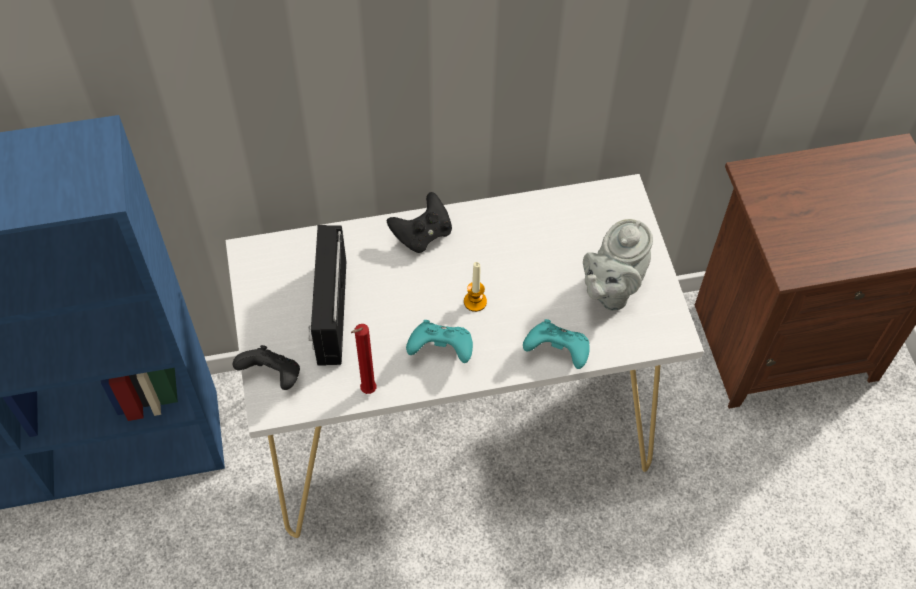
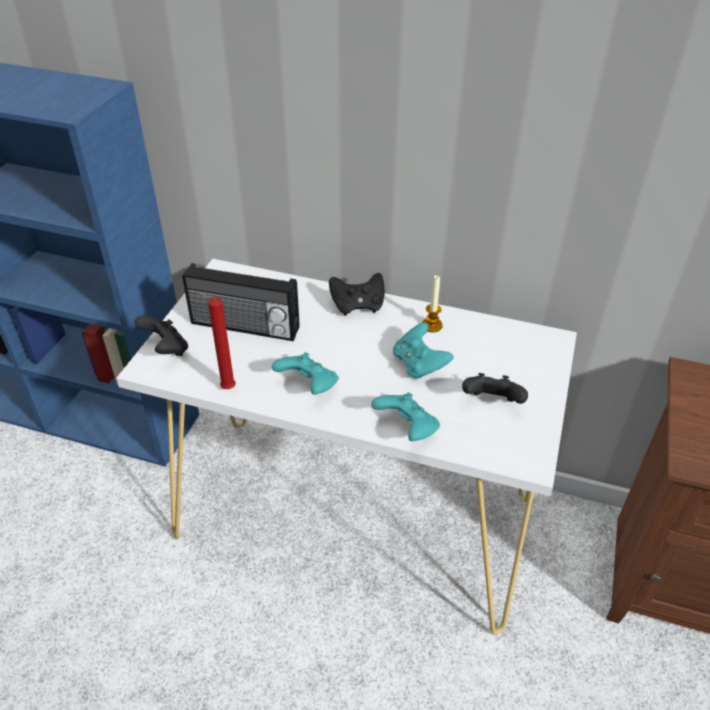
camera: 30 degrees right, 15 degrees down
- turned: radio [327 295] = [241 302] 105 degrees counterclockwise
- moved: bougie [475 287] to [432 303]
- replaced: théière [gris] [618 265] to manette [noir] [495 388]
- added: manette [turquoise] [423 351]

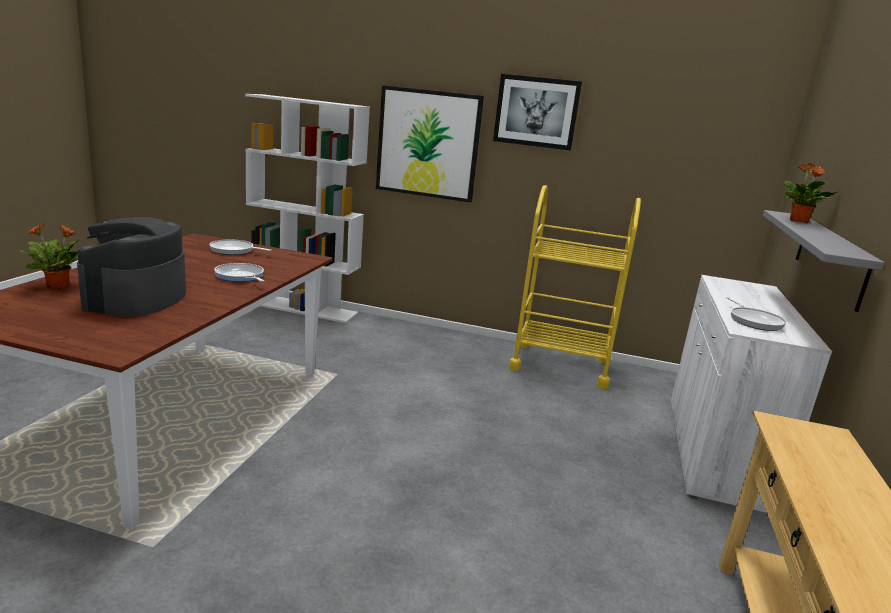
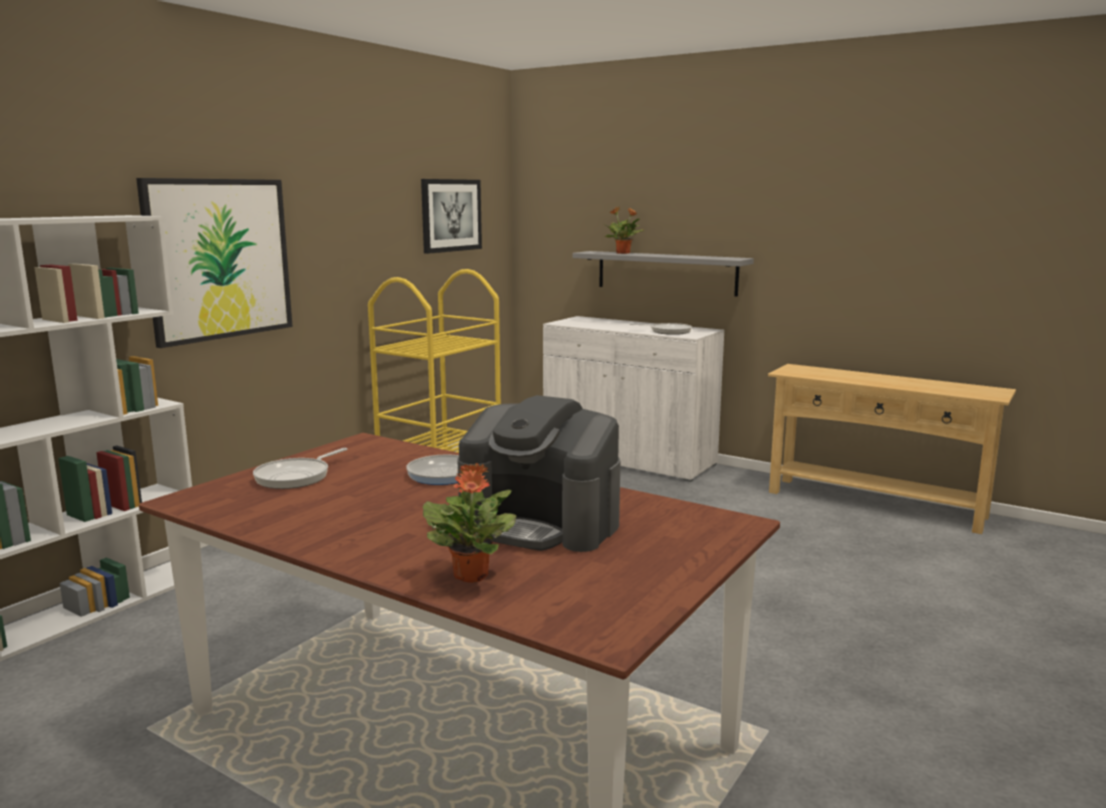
camera: 70 degrees left, 5 degrees down
- moved: tableau [537 112] to [451 216]

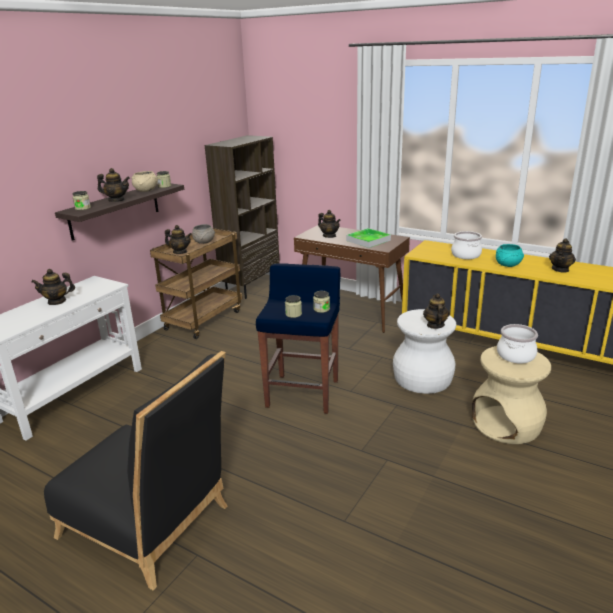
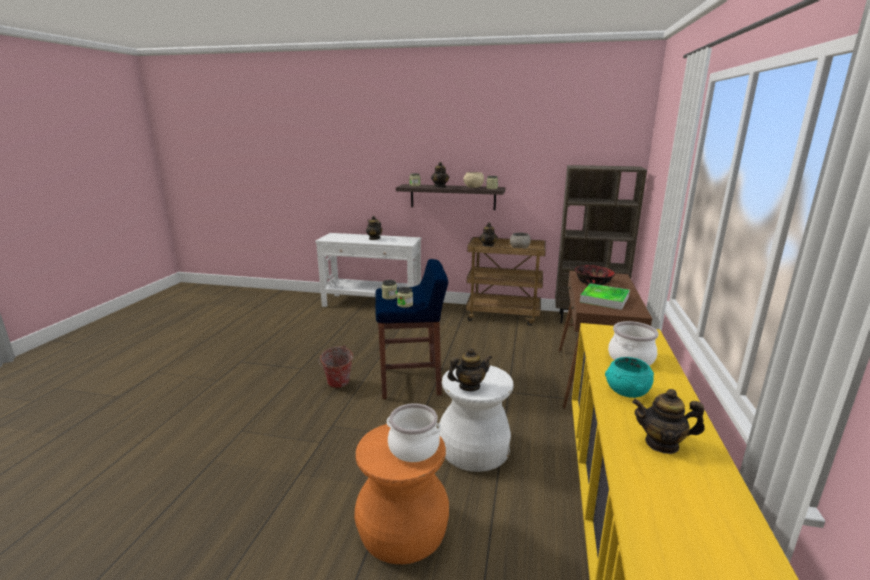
camera: 70 degrees right, 5 degrees down
- removed: chaise [noir] [135 470]
- replaced: théière [329 224] to bol [595 275]
- recoloured: tabouret [beige] [511 395] to tabouret [orange] [401 494]
- added: seau [336 366]

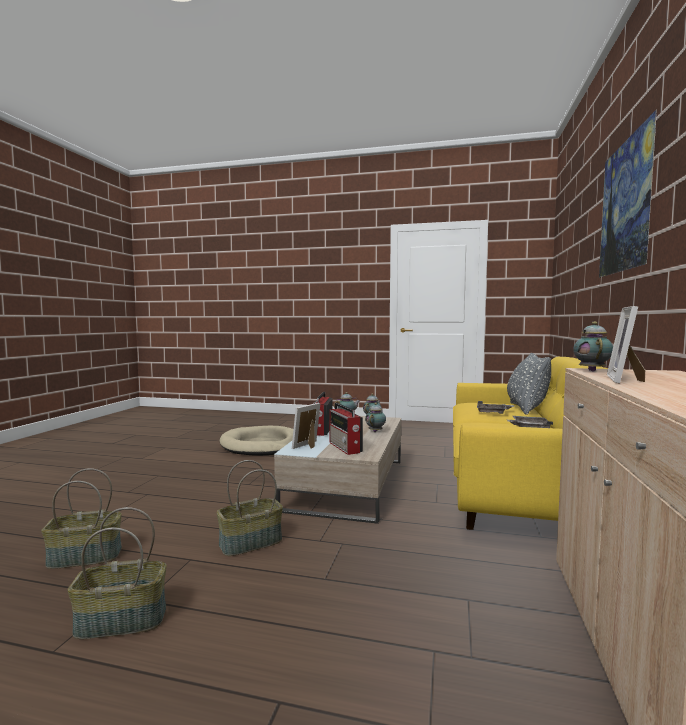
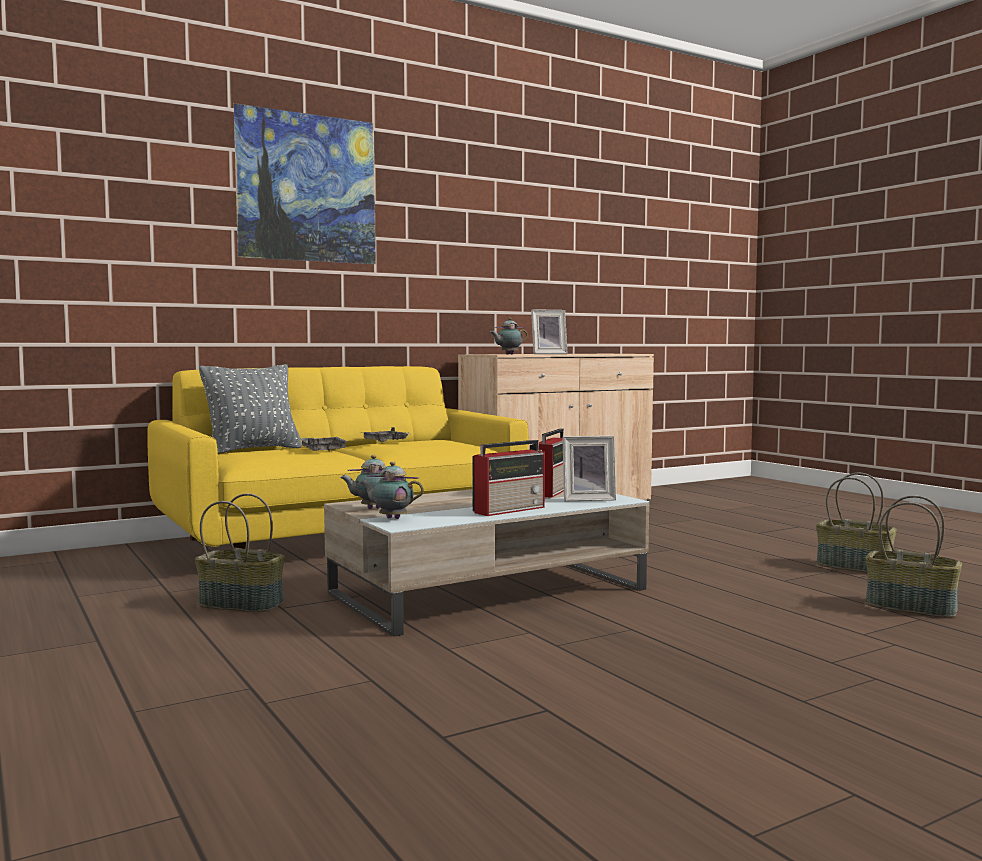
camera: 135 degrees left, 0 degrees up
- moved: panier [249 508] to [240 552]
- removed: panier pour chien [beige] [257 441]
- removed: théière [375 417]

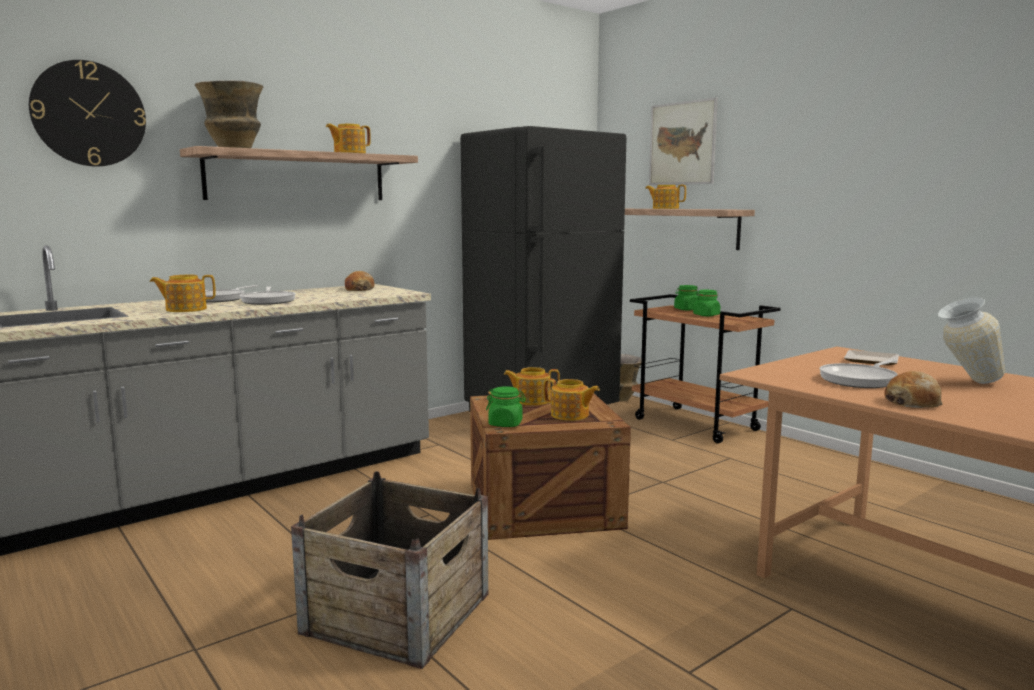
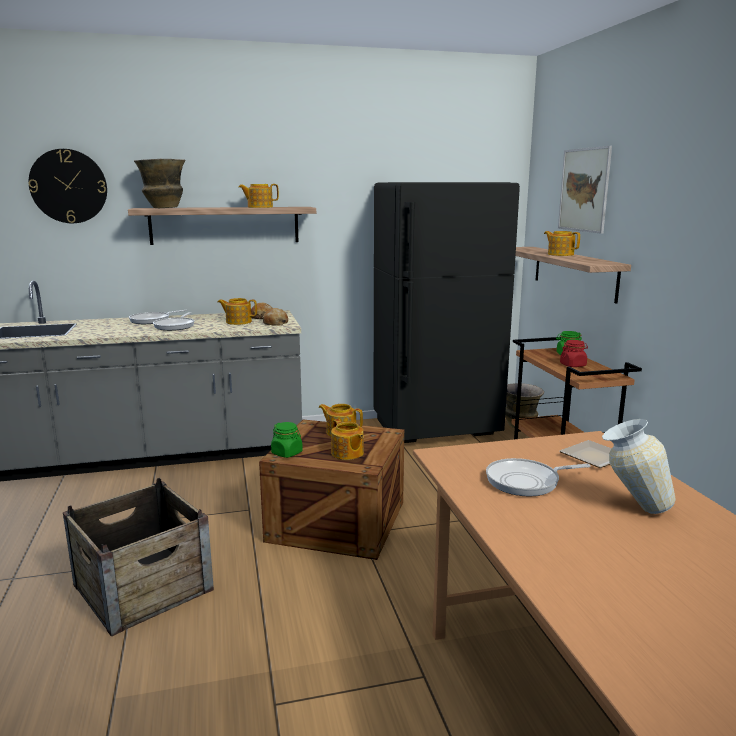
camera: 25 degrees right, 5 degrees up
- moved: théière [183 293] to [237 311]
- recoloured: bocal [vert] [706 303] to bocal [rouge] [574 353]
- moved: pain [914 389] to [275 317]

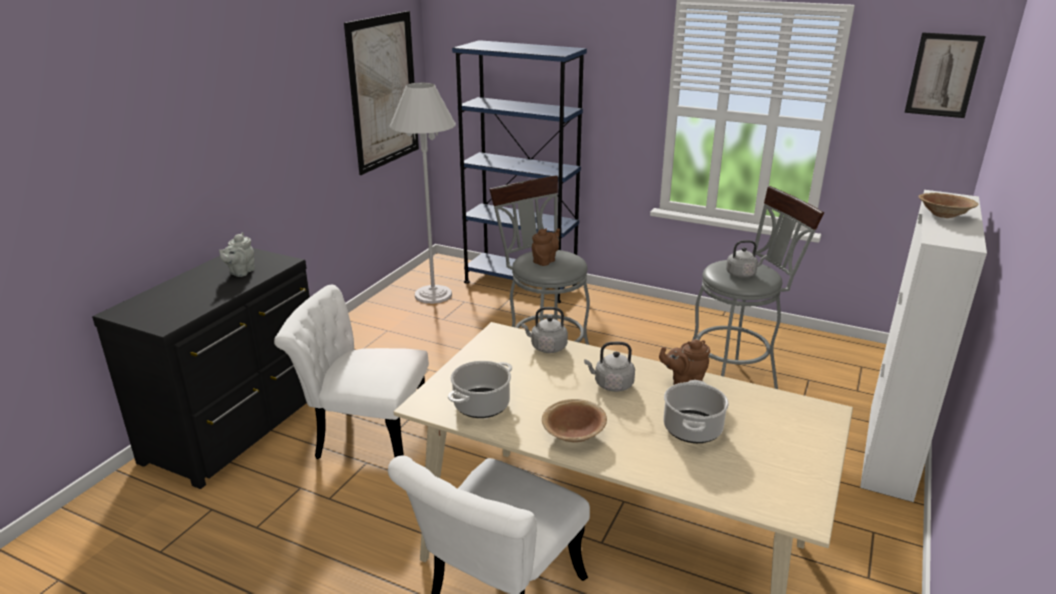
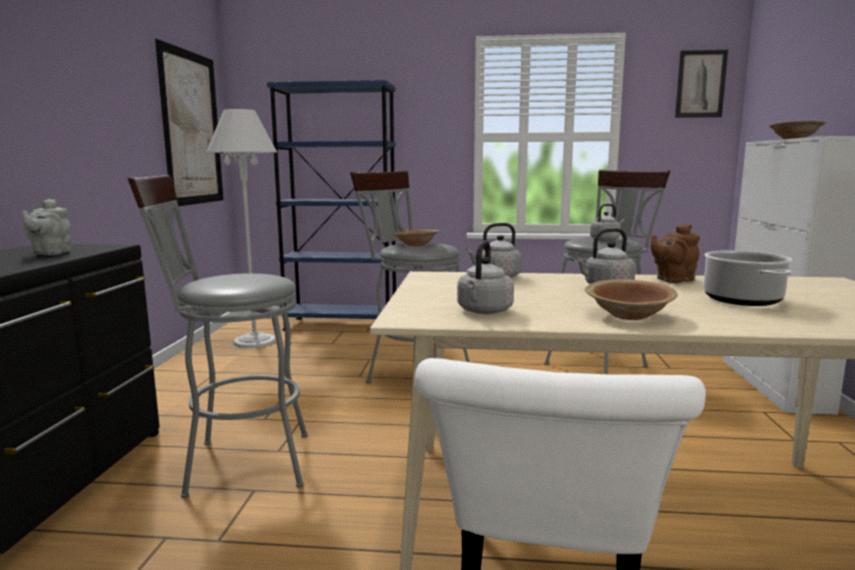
camera: 20 degrees left, 15 degrees down
- replaced: chaise [blanc] [351 372] to tabouret [gris] [218 336]
- replaced: marmite [480 389] to bouilloire [gris] [485 277]
- replaced: théière [marron] [546 247] to bol [marron] [416 238]

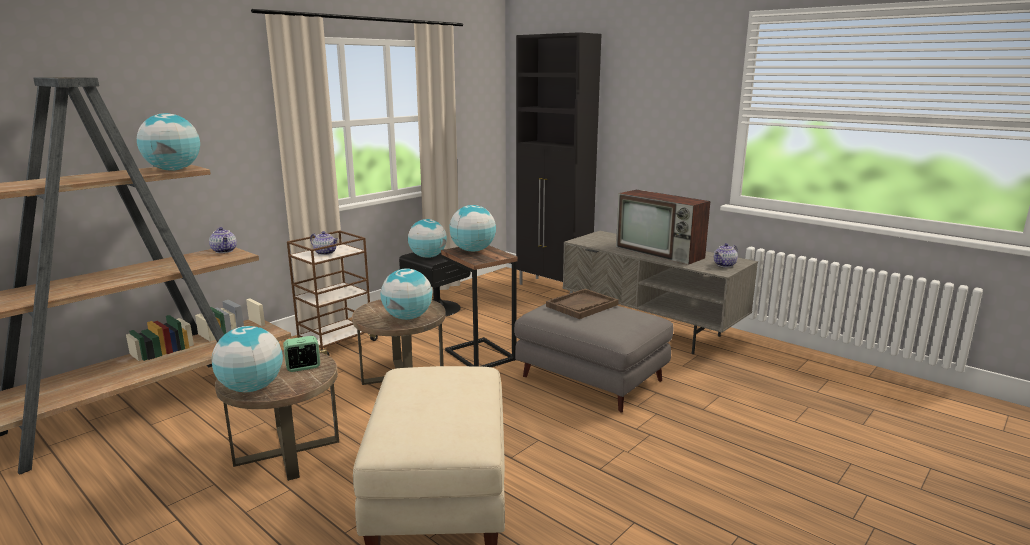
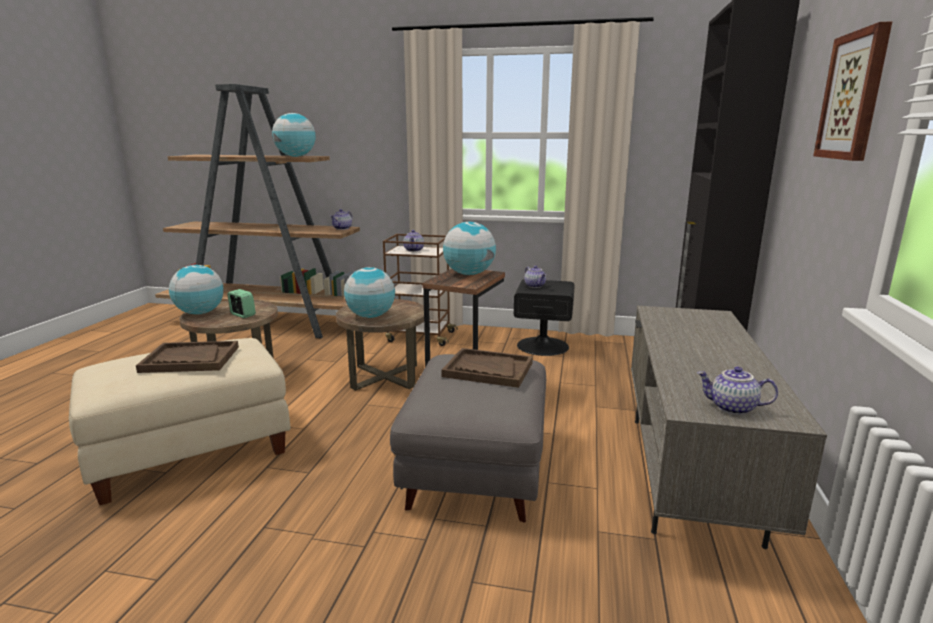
camera: 60 degrees right, 0 degrees up
- replaced: globe [427 238] to théière [535 277]
- removed: téléviseur [663 227]
- added: plateau [marron] [187 357]
- added: tableau [853 91]

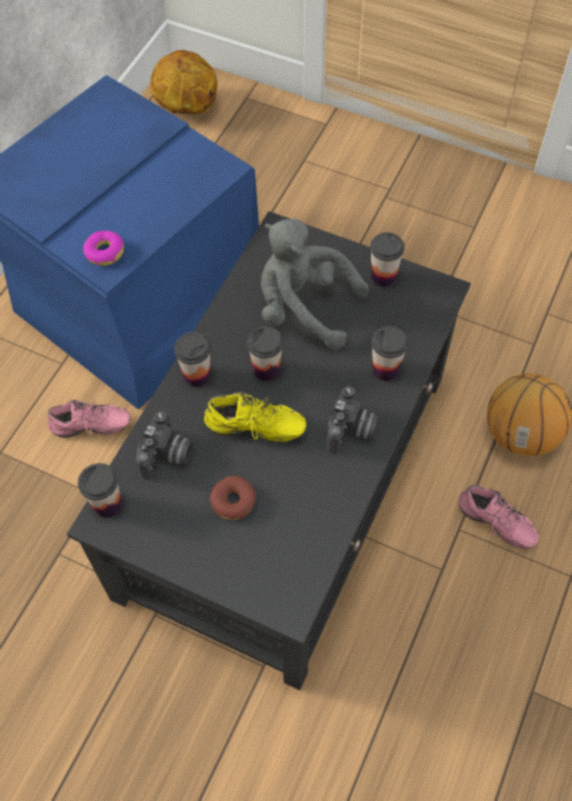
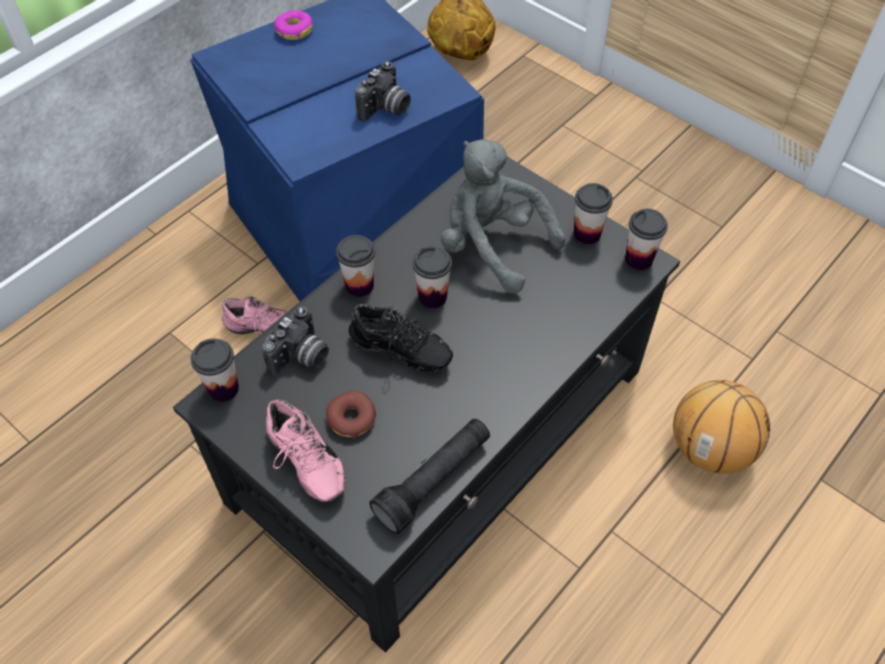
camera: 15 degrees right, 5 degrees down
- moved: beignet [103 248] to [293 25]
- recoloured: chaussure [jaune] [255 417] to chaussure [noir] [401 338]
- moved: appareil photo [352 420] to [383 91]
- moved: tasse [389 353] to [646 239]
- moved: chaussure [rose] [498 516] to [306 450]
- added: lampe de poche [noir] [429 476]

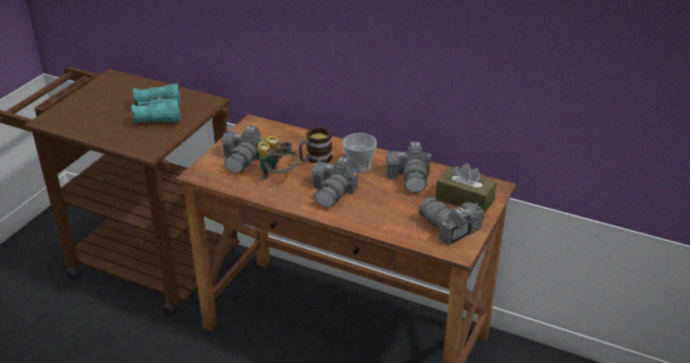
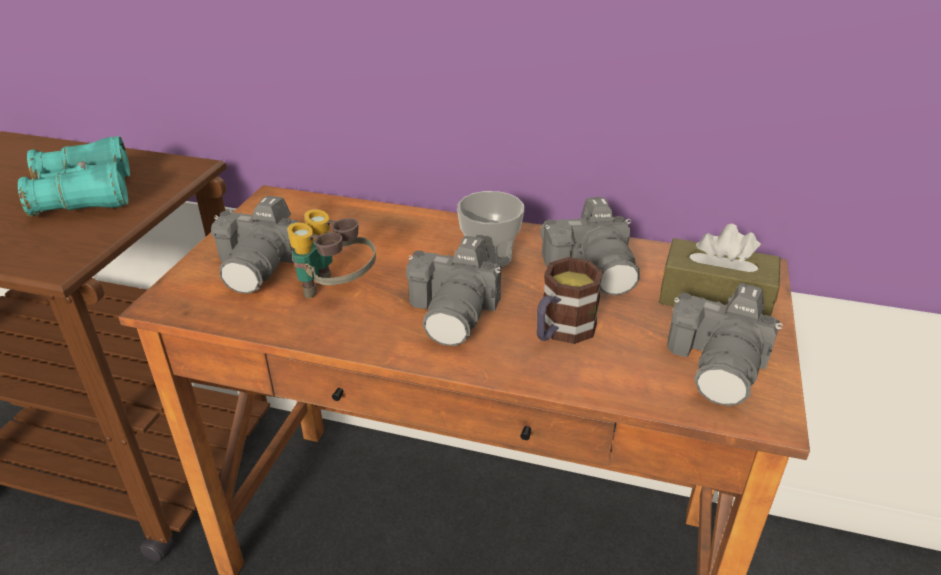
camera: 10 degrees left, 0 degrees up
- moved: mug [315 145] to [570 300]
- turned: appareil photo [452 221] = [725 344] 105 degrees counterclockwise

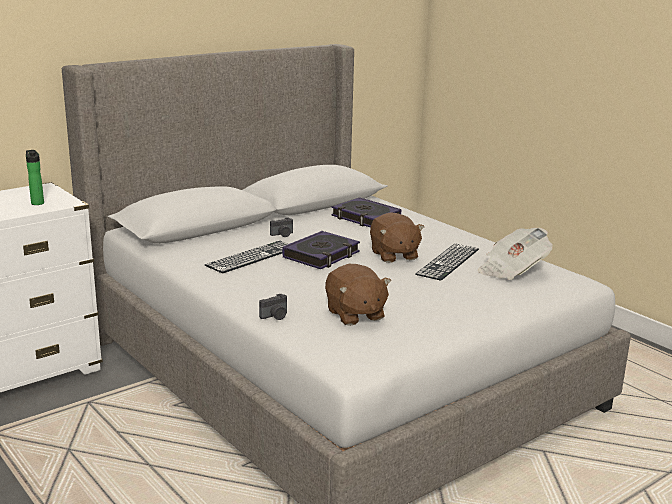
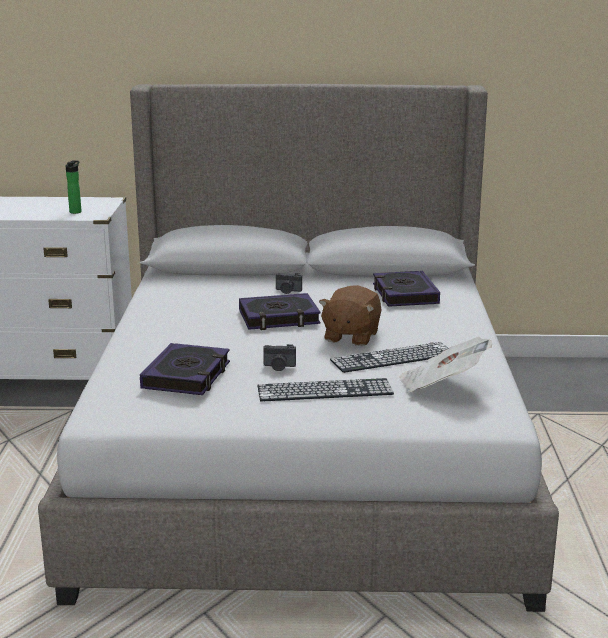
camera: 40 degrees right, 0 degrees up
- moved: clavier [247 257] to [325 390]
- moved: appareil photo [273 307] to [279 357]
- replaced: peluche [marron] [358 295] to livre [185 369]

